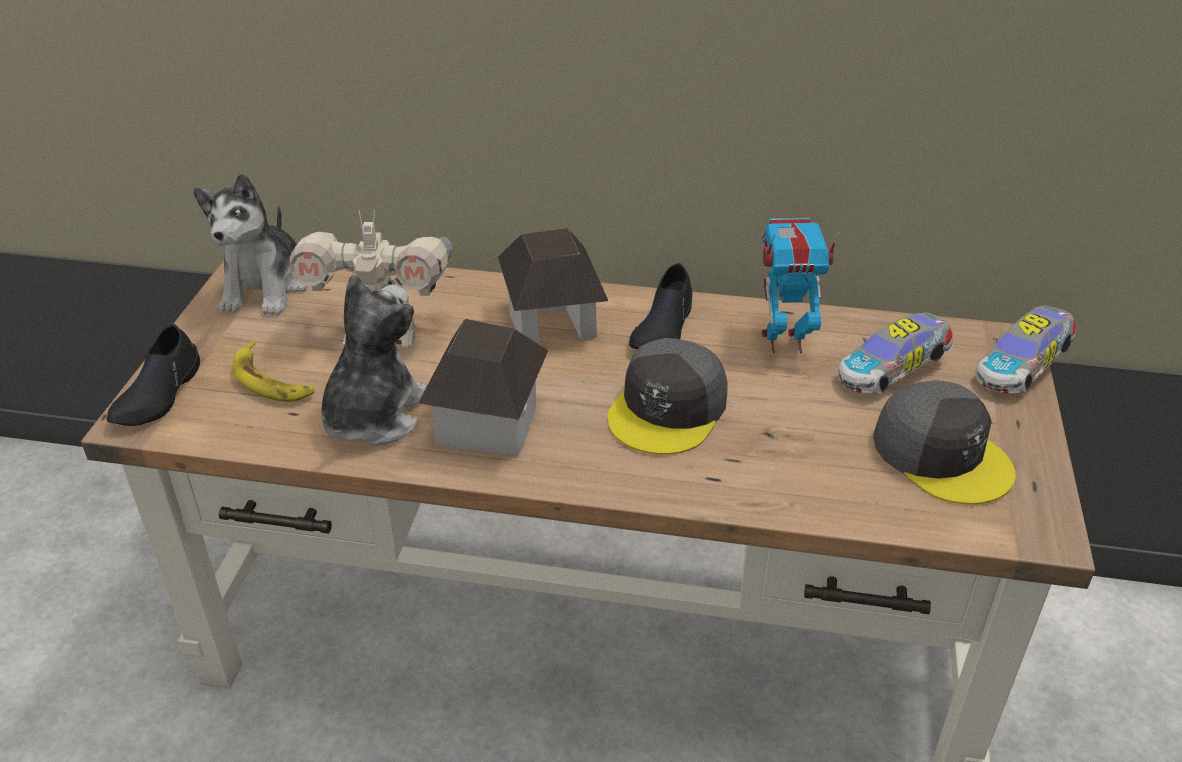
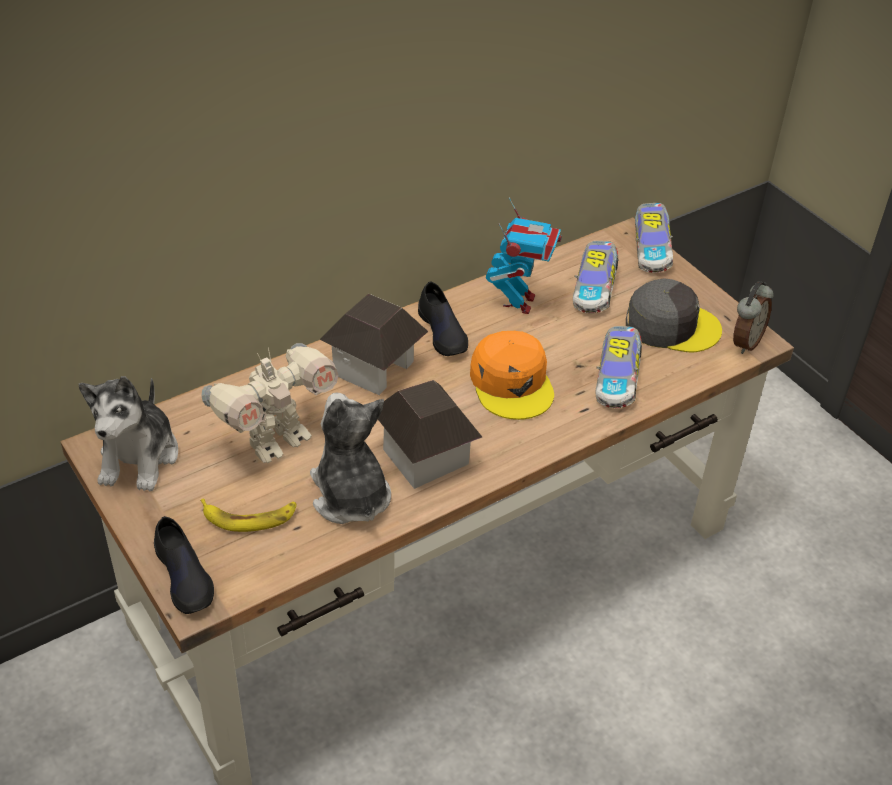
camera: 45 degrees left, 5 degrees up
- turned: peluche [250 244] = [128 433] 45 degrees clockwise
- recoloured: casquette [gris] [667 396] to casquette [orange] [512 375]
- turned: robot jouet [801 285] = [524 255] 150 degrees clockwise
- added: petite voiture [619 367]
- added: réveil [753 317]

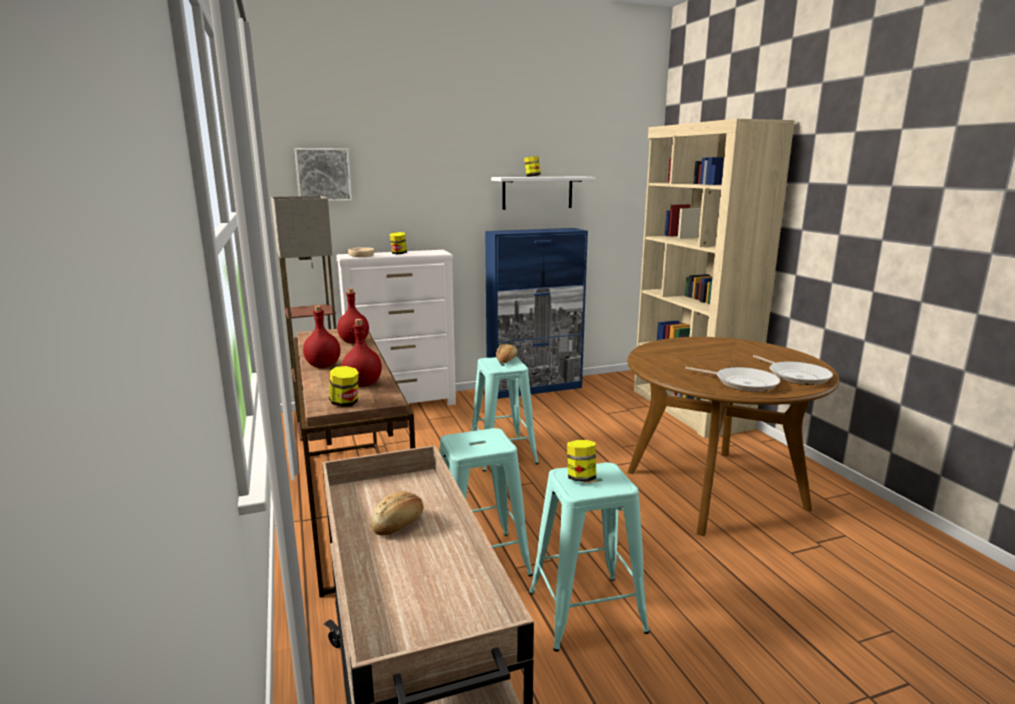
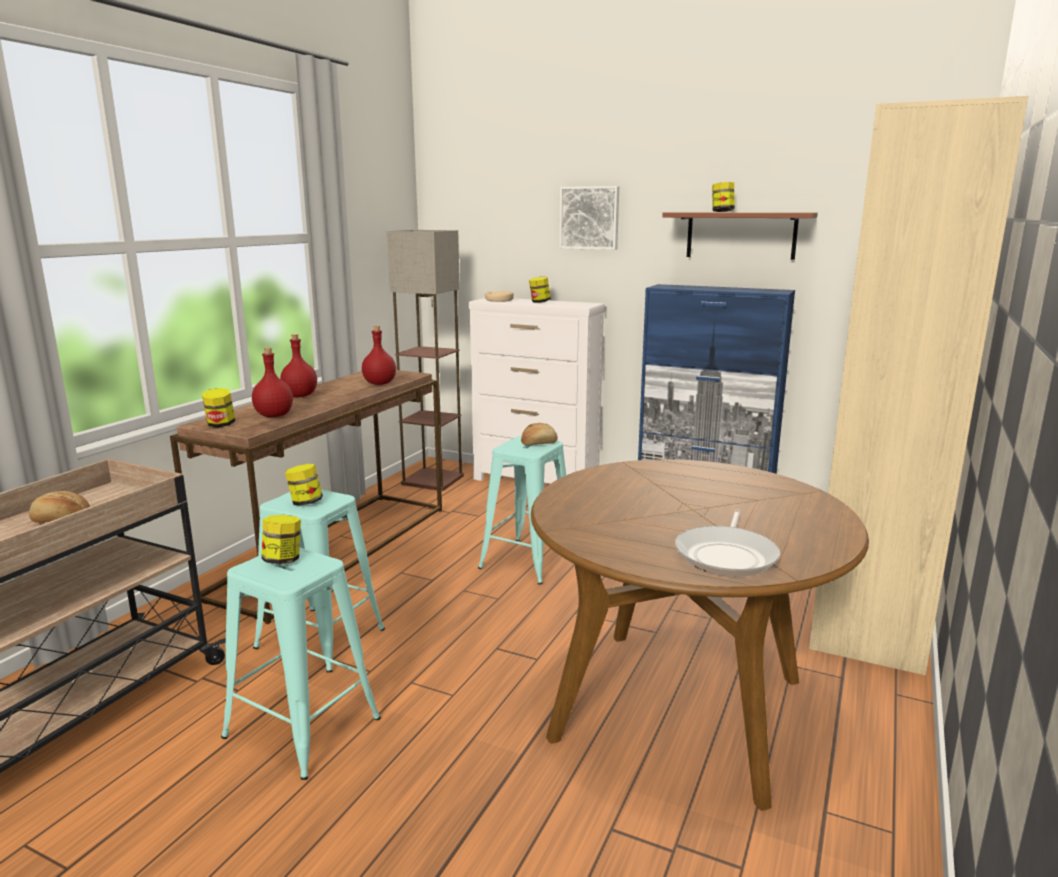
camera: 45 degrees right, 0 degrees up
- moved: tableau [323 175] to [589 218]
- recoloured: étagère [blanc] [543 193] to étagère [marron] [740 236]
- removed: poêle [732 379]
- added: bocal [304 485]

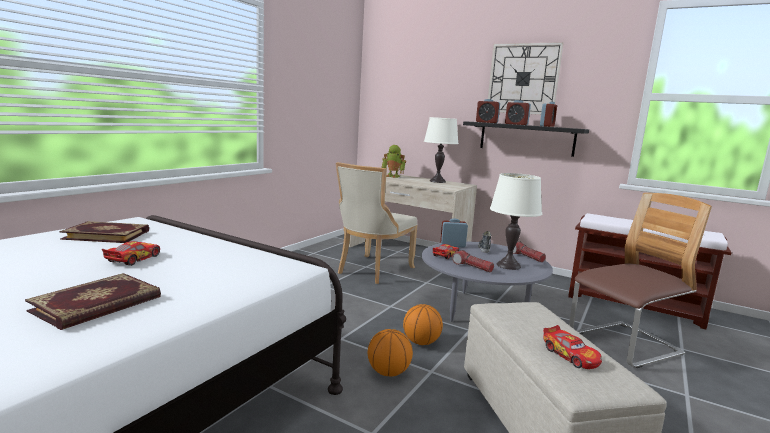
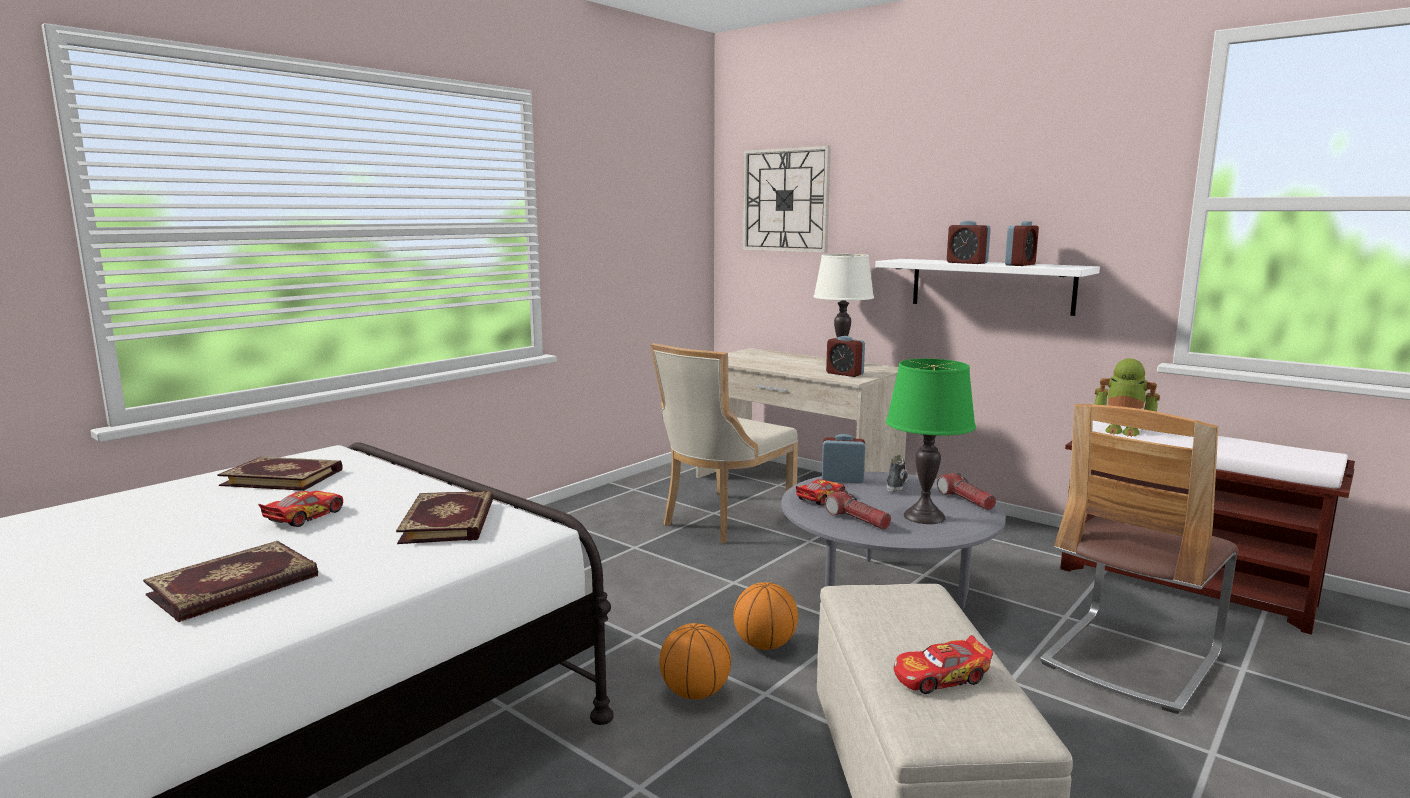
camera: 10 degrees right, 0 degrees up
- moved: robot jouet [394 161] to [1127 397]
- recoloured: étagère [noir] [526 139] to étagère [blanc] [987 287]
- moved: réveil [488 111] to [845 356]
- moved: horloge murale [525 78] to [787 199]
- recoloured: lampe de table [blanc] [516 221] to lampe de table [vert] [931 441]
- turned: petite voiture [572 347] = [943 664] 90 degrees clockwise
- turned: chaise [640 280] = [1139 559] 150 degrees clockwise
- added: livre [445 517]

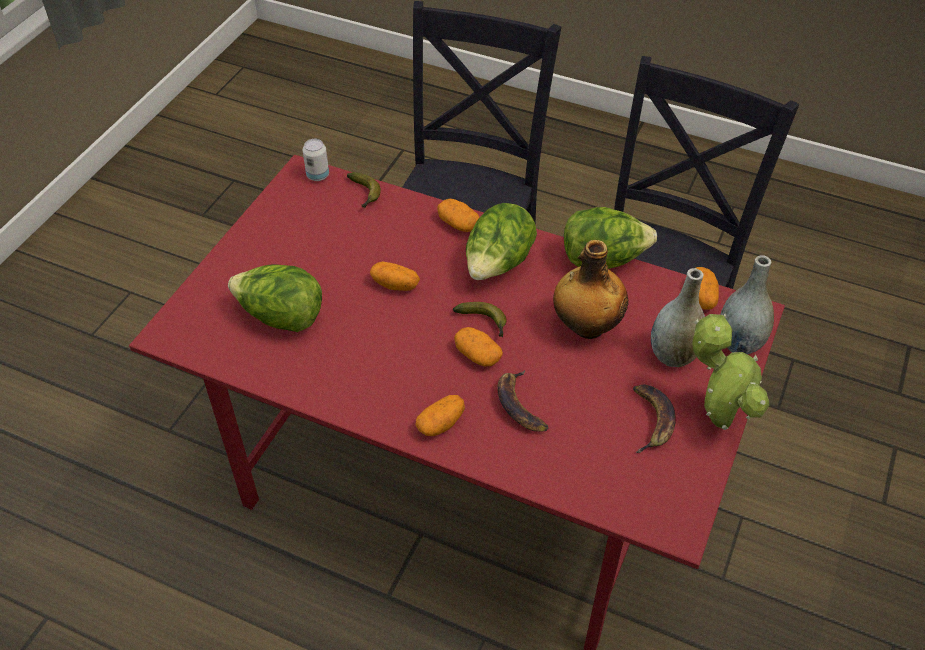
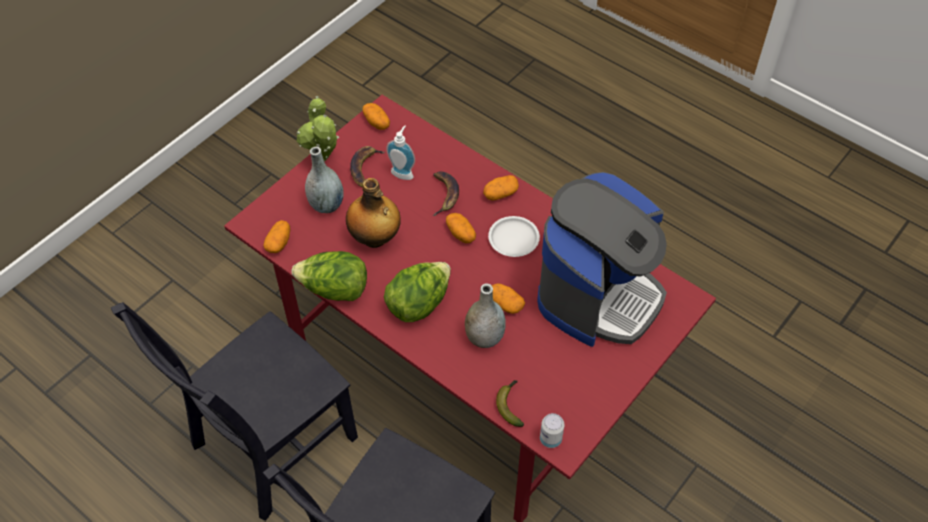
camera: 165 degrees left, 5 degrees up
- replaced: laitue [275 298] to machine à café [602 259]
- moved: pomme de terre [458 215] to [376 116]
- removed: banane [480 319]
- moved: vase [gris] [747 305] to [485 315]
- added: distributeur de savon [400 153]
- added: assiette [blanc] [514 236]

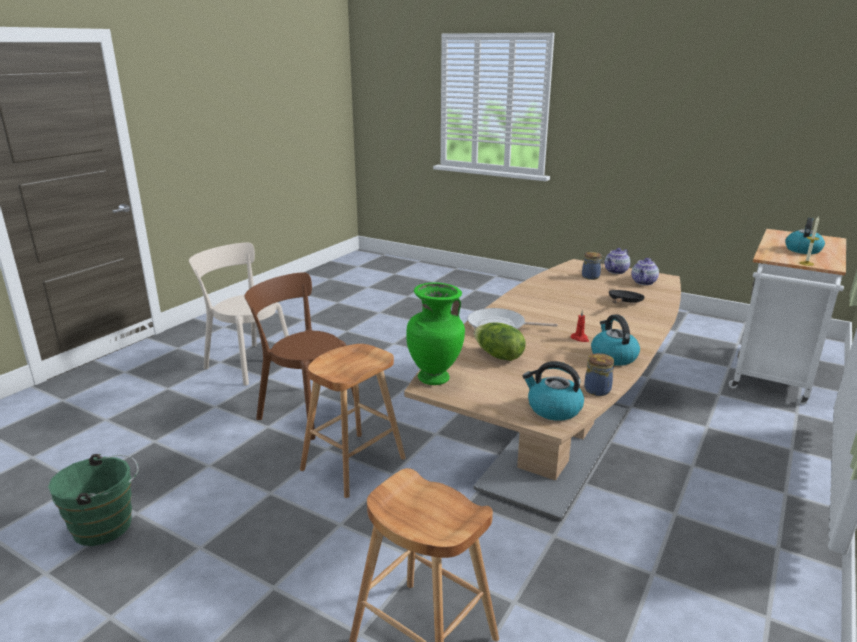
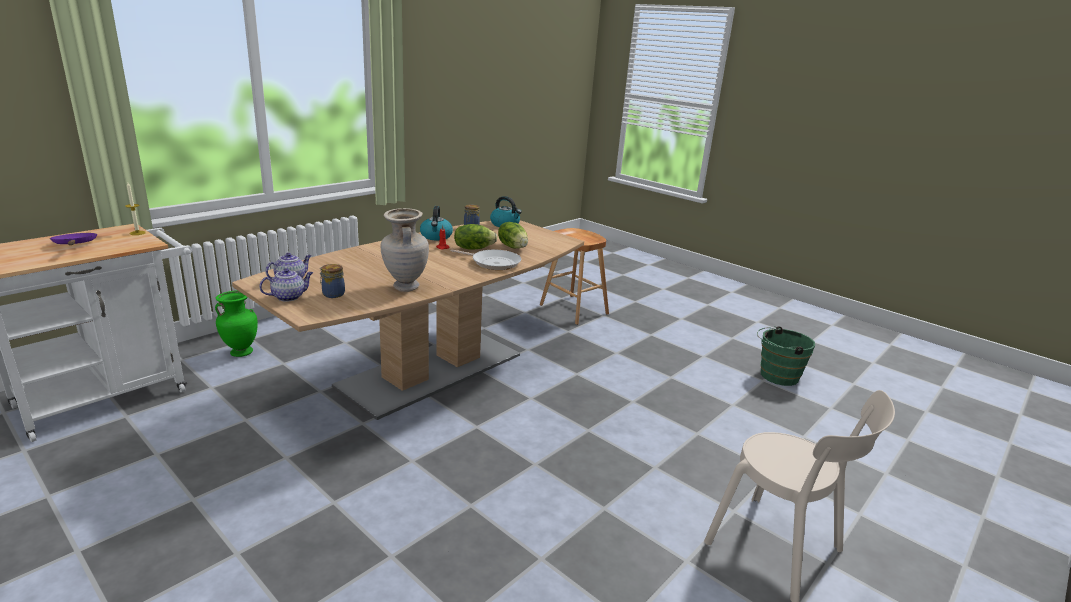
camera: 170 degrees left, 0 degrees up
- removed: chaise [marron] [299 356]
- removed: tabouret [marron] [353 421]
- moved: vase [vert] [435 333] to [236 323]
- removed: poêle [noir] [627 296]
- replaced: bouilloire [805 236] to poêle [violet] [73 239]
- added: vase [beige] [405 250]
- added: laitue [475 237]

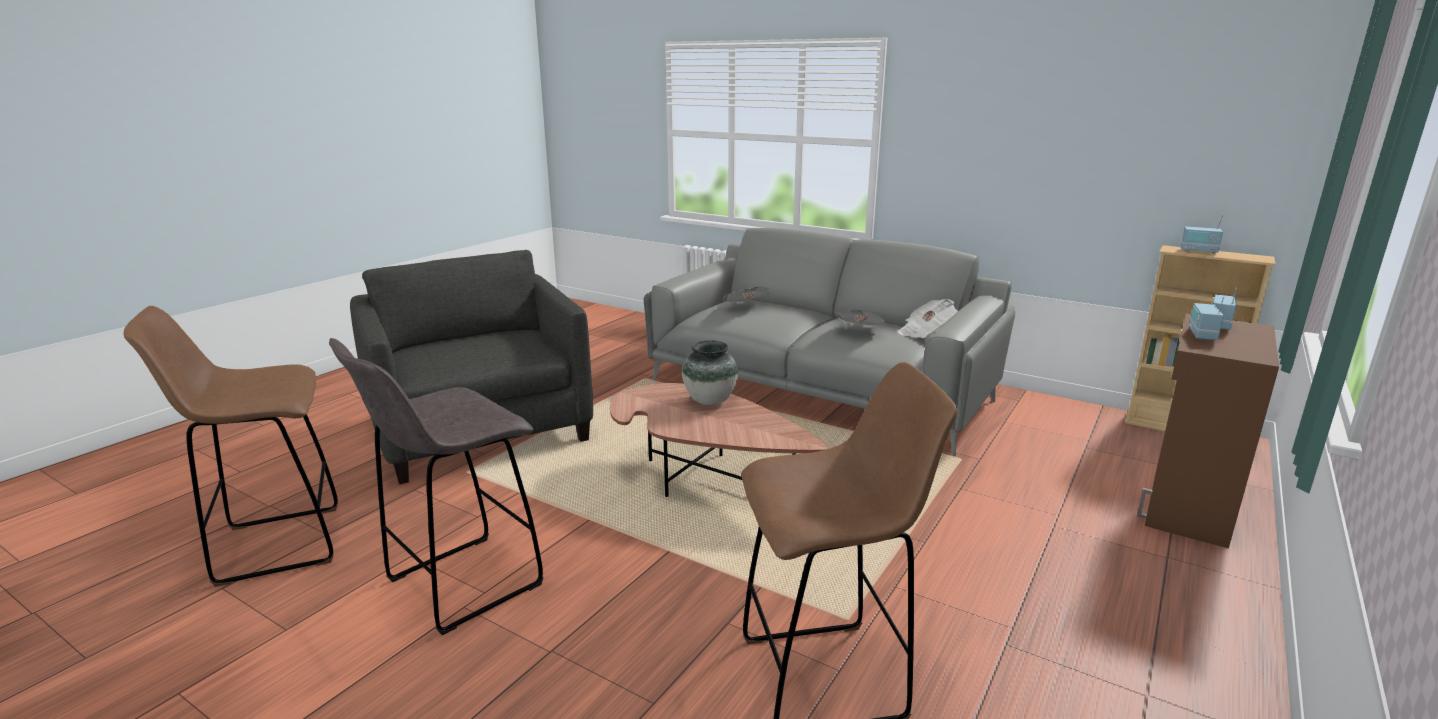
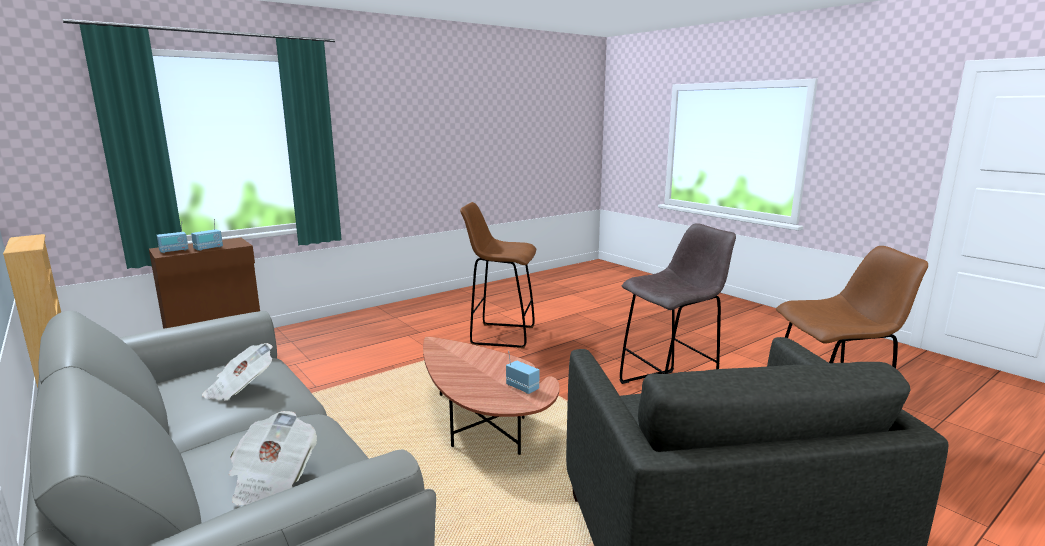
camera: 160 degrees left, 5 degrees down
- removed: vase [710 372]
- removed: journal [927 318]
- moved: radio [1202 234] to [523 372]

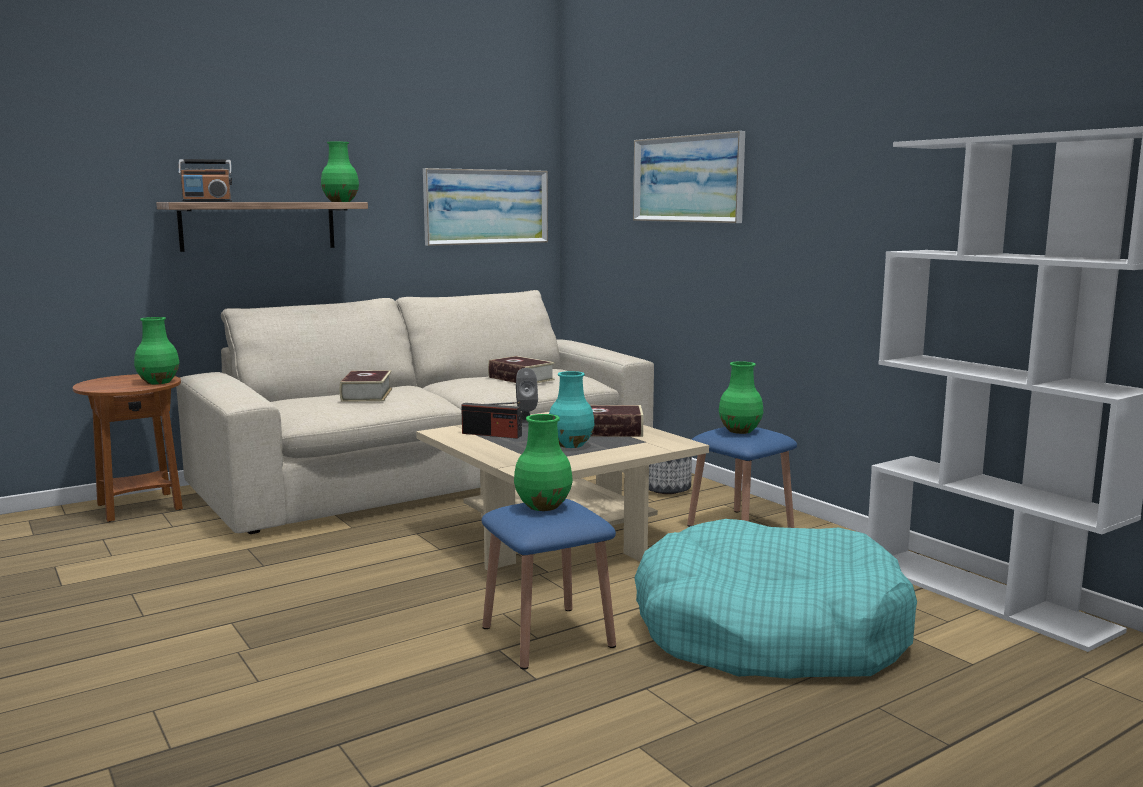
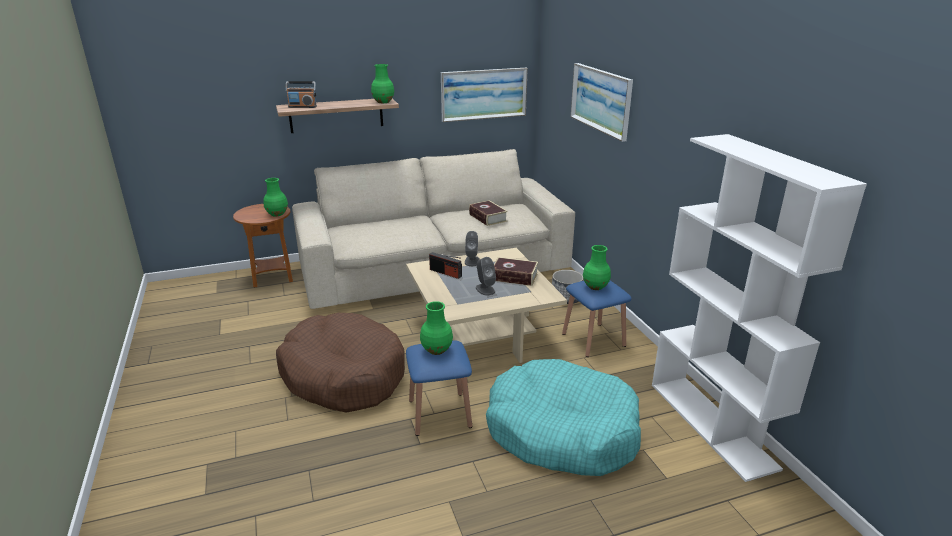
camera: 15 degrees right, 15 degrees up
- removed: livre [365 386]
- replaced: vase [turquoise] [572 409] to enceinte [gris] [486 276]
- added: panier pour chien [marron] [340 363]

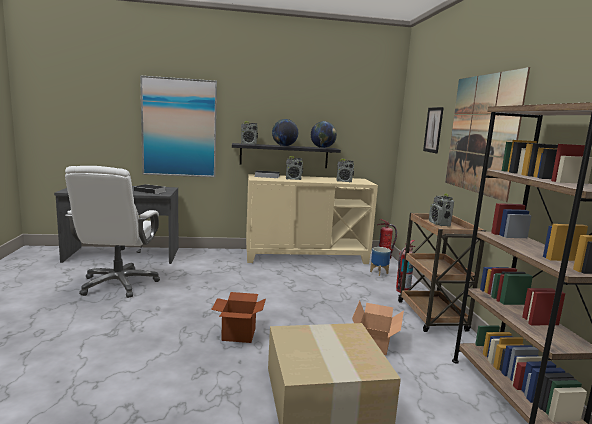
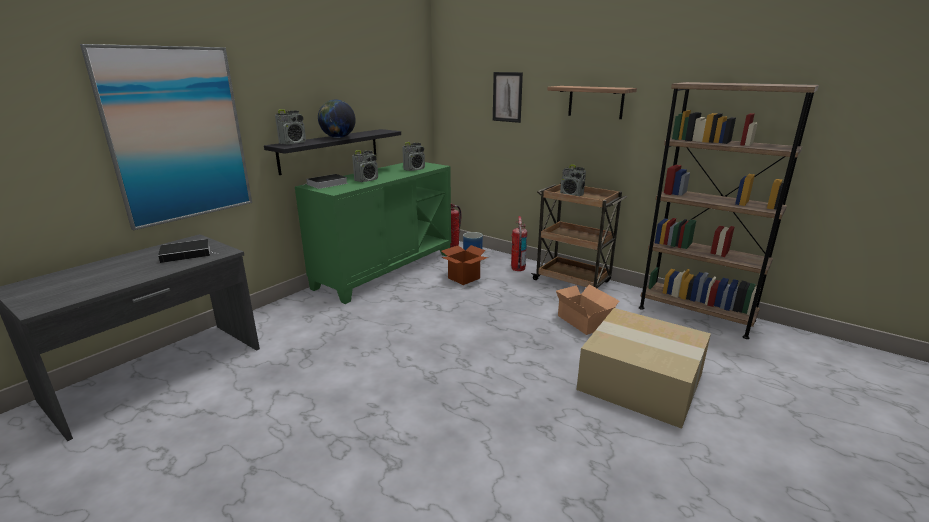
camera: 45 degrees left, 10 degrees up
- removed: chaise de bureau [blanc] [112 232]
- moved: carton [238 317] to [464 265]
- recoloured: meuble de rangement [beige] [312 219] to meuble de rangement [vert] [373 233]
- removed: globe [324 134]
- replaced: tableau [487 134] to étagère [592 102]

